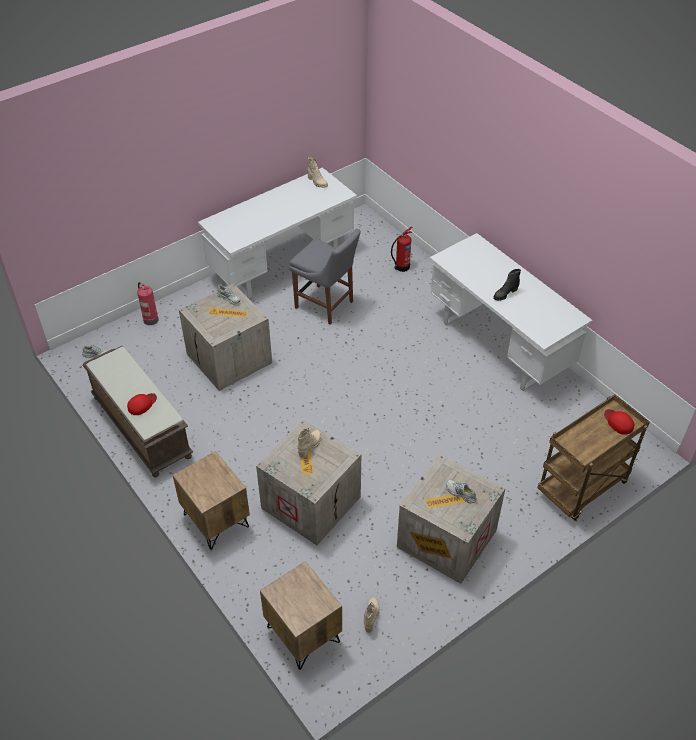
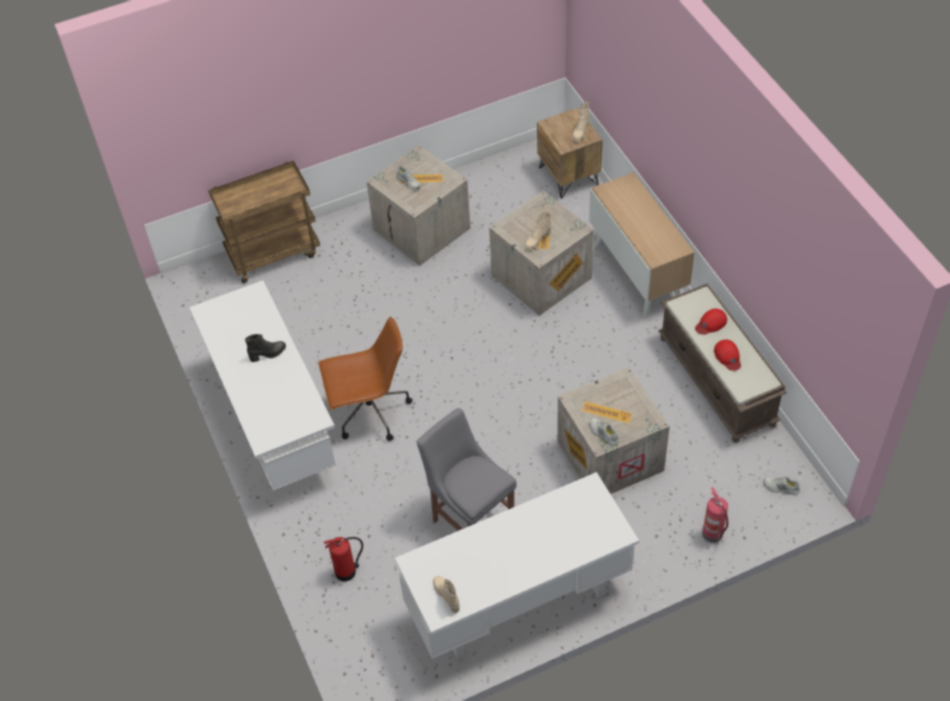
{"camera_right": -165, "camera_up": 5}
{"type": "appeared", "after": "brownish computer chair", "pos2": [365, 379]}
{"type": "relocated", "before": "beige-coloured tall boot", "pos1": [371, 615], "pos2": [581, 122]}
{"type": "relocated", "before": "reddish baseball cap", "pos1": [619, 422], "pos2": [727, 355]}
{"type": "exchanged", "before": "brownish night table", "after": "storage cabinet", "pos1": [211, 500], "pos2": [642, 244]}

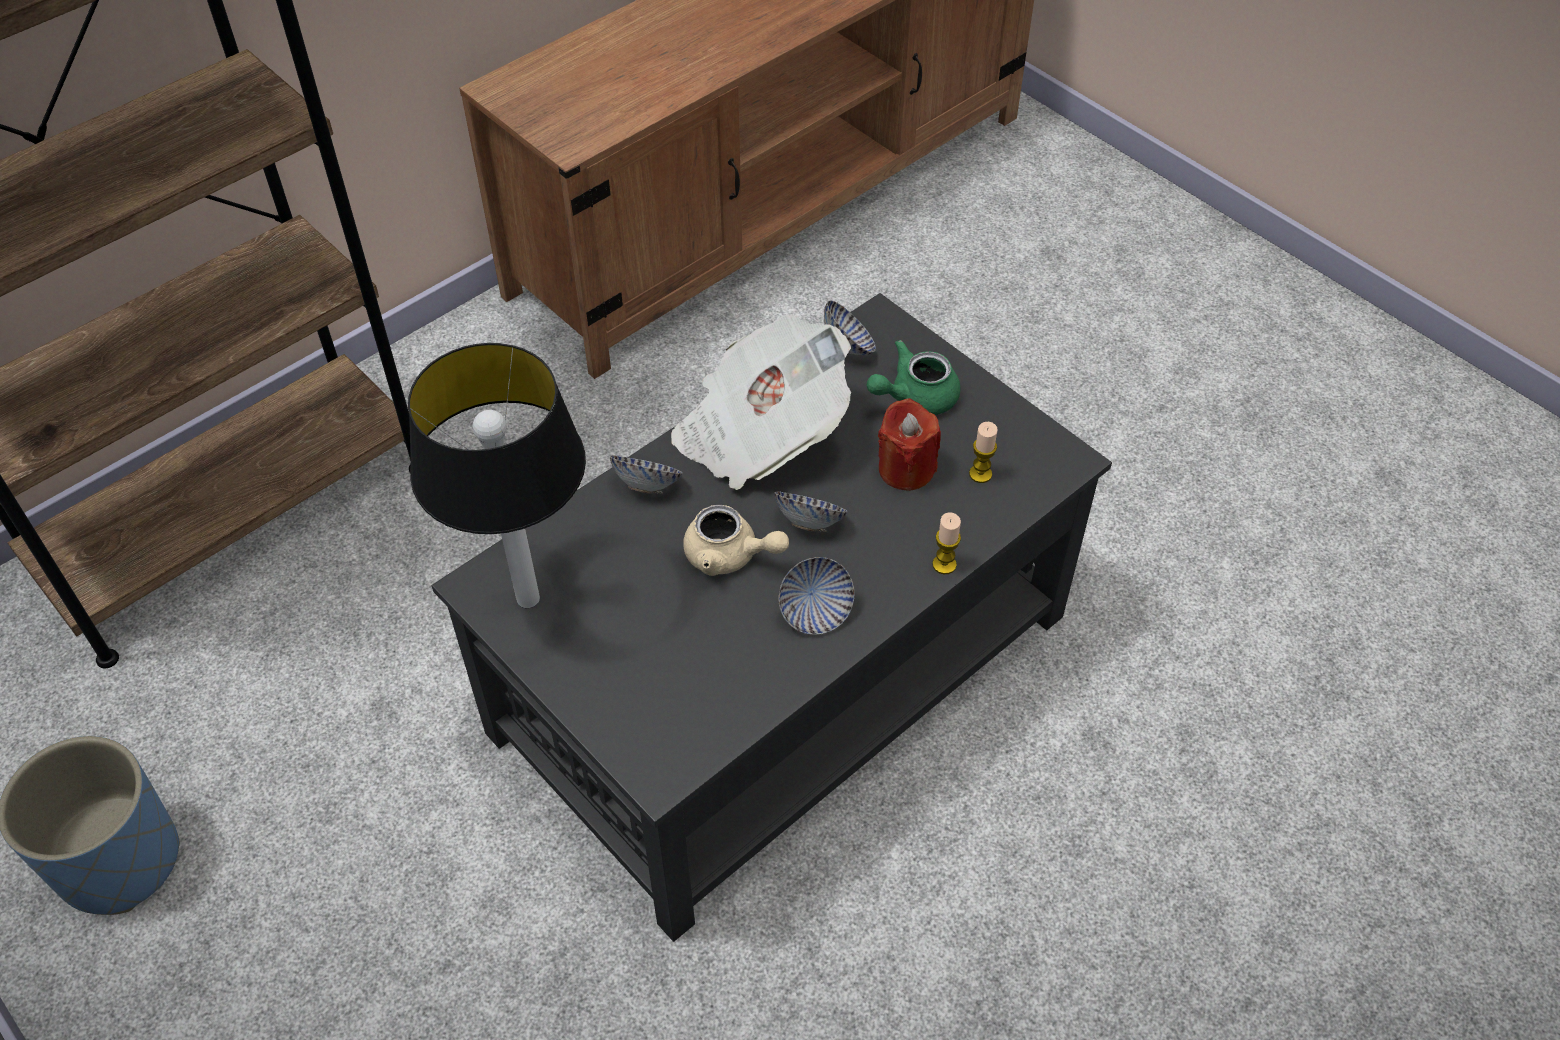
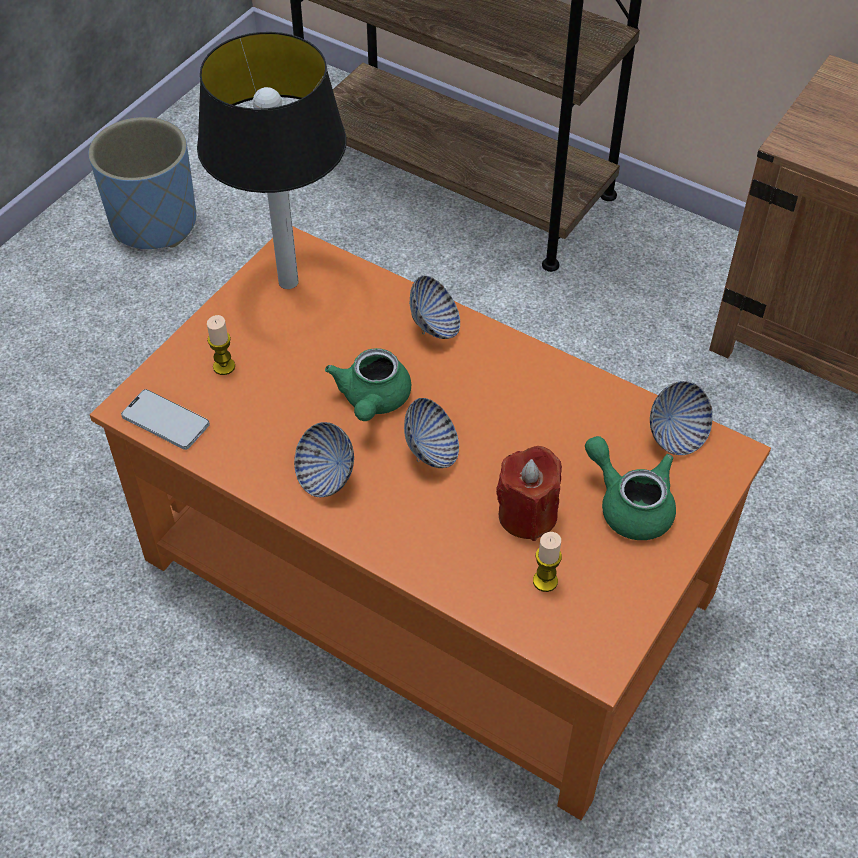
{"camera_right": 75, "camera_up": 0}
{"type": "missing", "before": "daily paper", "pos1": [761, 402]}
{"type": "appeared", "after": "telephone", "pos2": [165, 419]}
{"type": "relocated", "before": "wax candle", "pos1": [946, 543], "pos2": [221, 345]}
{"type": "colour", "before": "black-coloured coffee table", "after": "orange-coloured coffee table", "pos1": [771, 617], "pos2": [430, 523]}
{"type": "colour", "before": "beige-coloured pot for tea", "after": "greenish pot for tea", "pos1": [736, 540], "pos2": [368, 384]}

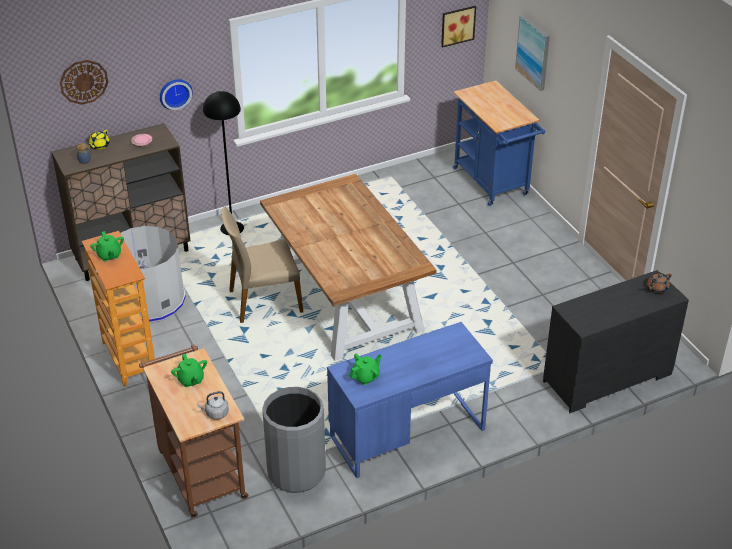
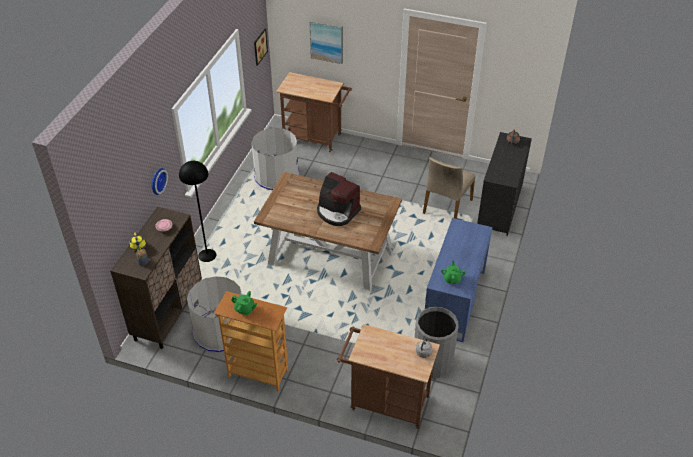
{"camera_right": -45, "camera_up": 5}
{"type": "missing", "before": "clock on the wall", "pos1": [84, 82]}
{"type": "missing", "before": "greenish pot for tea", "pos1": [189, 370]}
{"type": "appeared", "after": "greyish trash can", "pos2": [275, 159]}
{"type": "appeared", "after": "coffee brewer", "pos2": [339, 199]}
{"type": "relocated", "before": "beige-coloured chair", "pos1": [262, 265], "pos2": [449, 188]}
{"type": "colour", "before": "blue-coloured cart", "after": "brownish cart", "pos1": [499, 143], "pos2": [314, 112]}

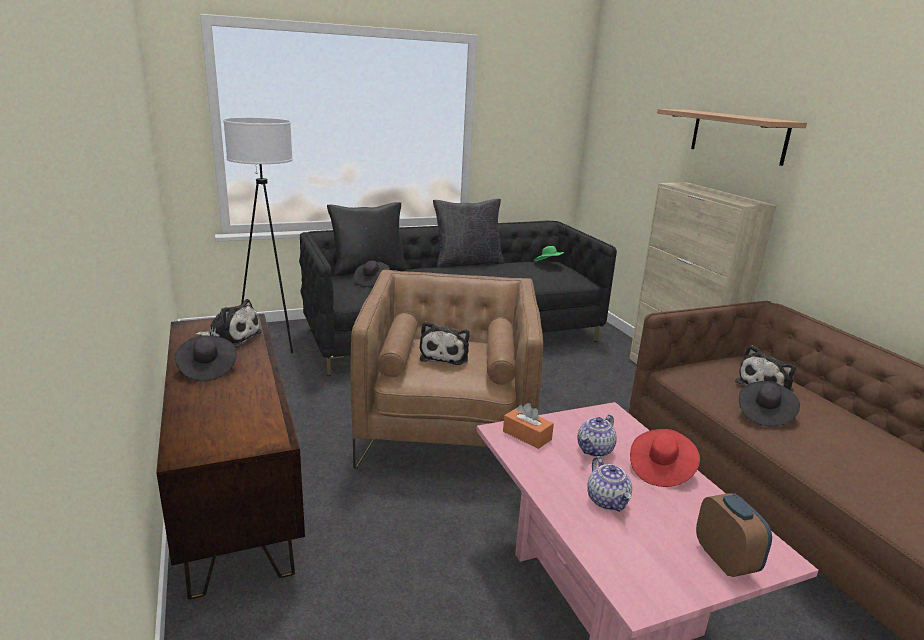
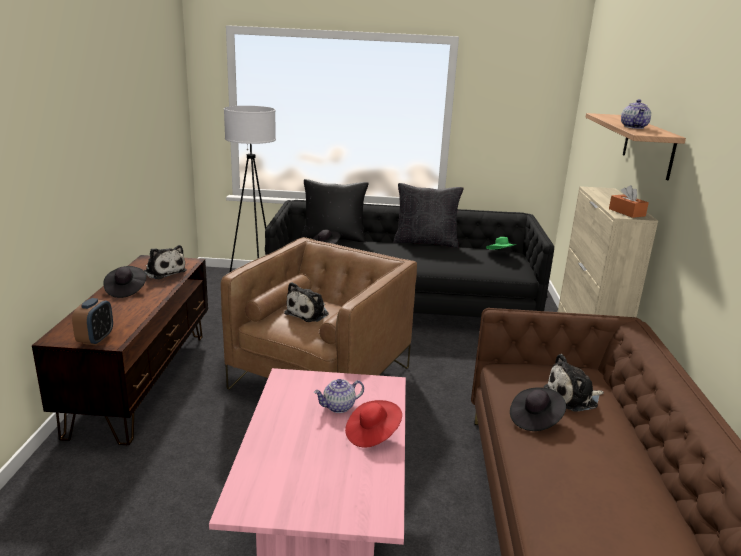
{"camera_right": 25, "camera_up": 0}
{"type": "relocated", "before": "orange-coloured tissue box", "pos1": [528, 426], "pos2": [629, 201]}
{"type": "relocated", "before": "pot for tea", "pos1": [609, 484], "pos2": [636, 114]}
{"type": "relocated", "before": "table clock", "pos1": [734, 535], "pos2": [92, 322]}

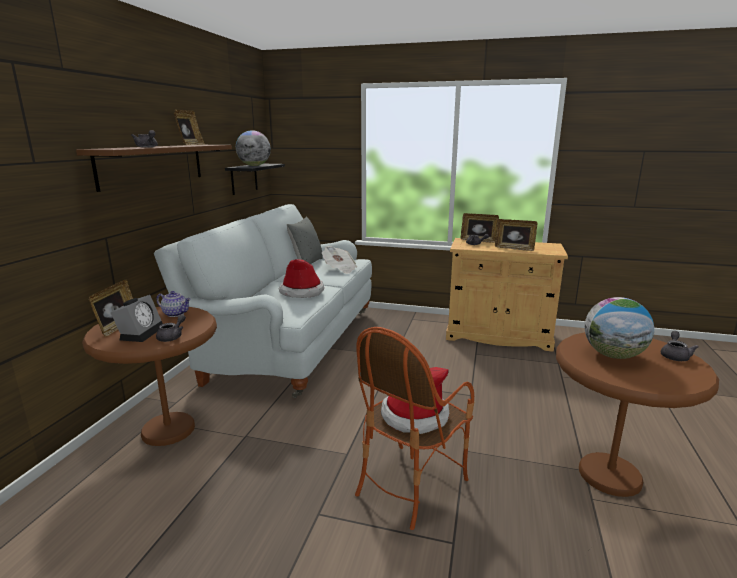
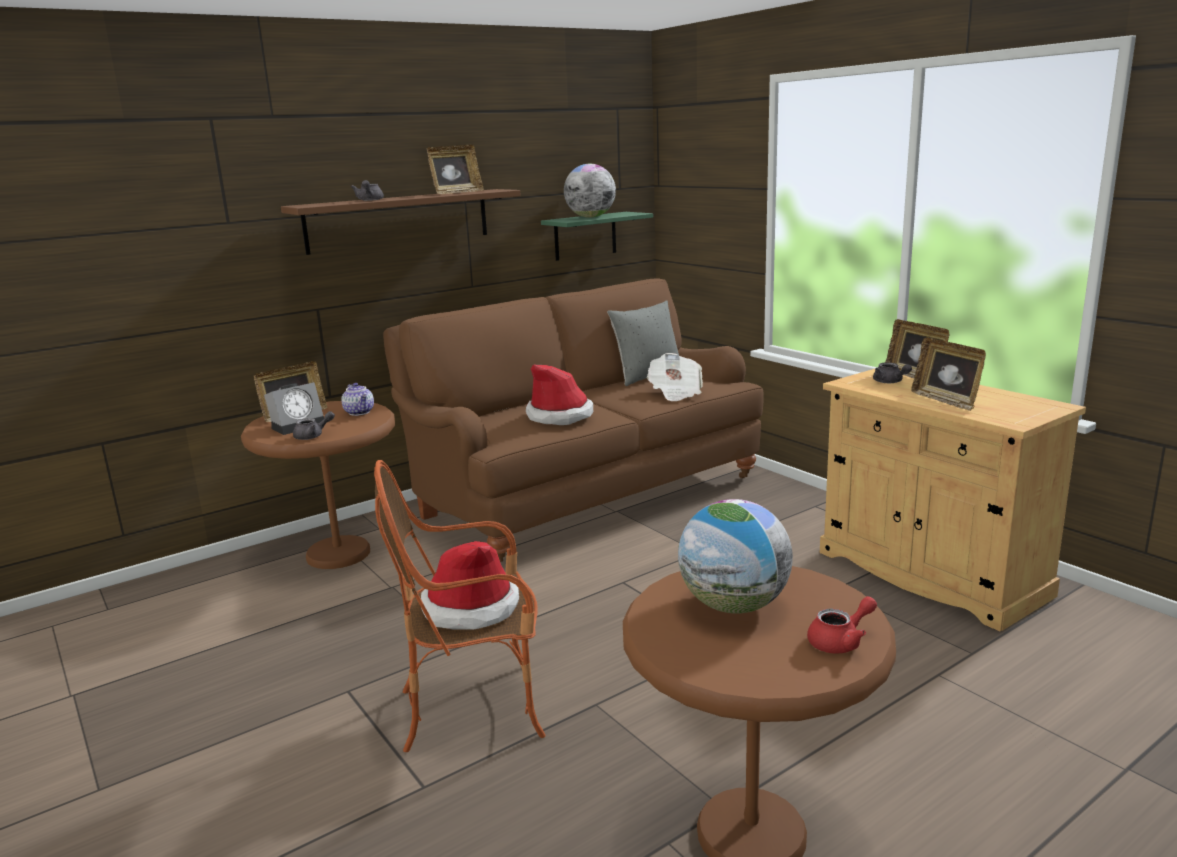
{"camera_right": 40, "camera_up": 0}
{"type": "colour", "before": "white-coloured sofa", "after": "brownish sofa", "pos1": [263, 301], "pos2": [573, 420]}
{"type": "colour", "before": "black-coloured shelf", "after": "greenish shelf", "pos1": [255, 179], "pos2": [597, 236]}
{"type": "colour", "before": "greyish pot for tea", "after": "reddish pot for tea", "pos1": [680, 346], "pos2": [842, 625]}

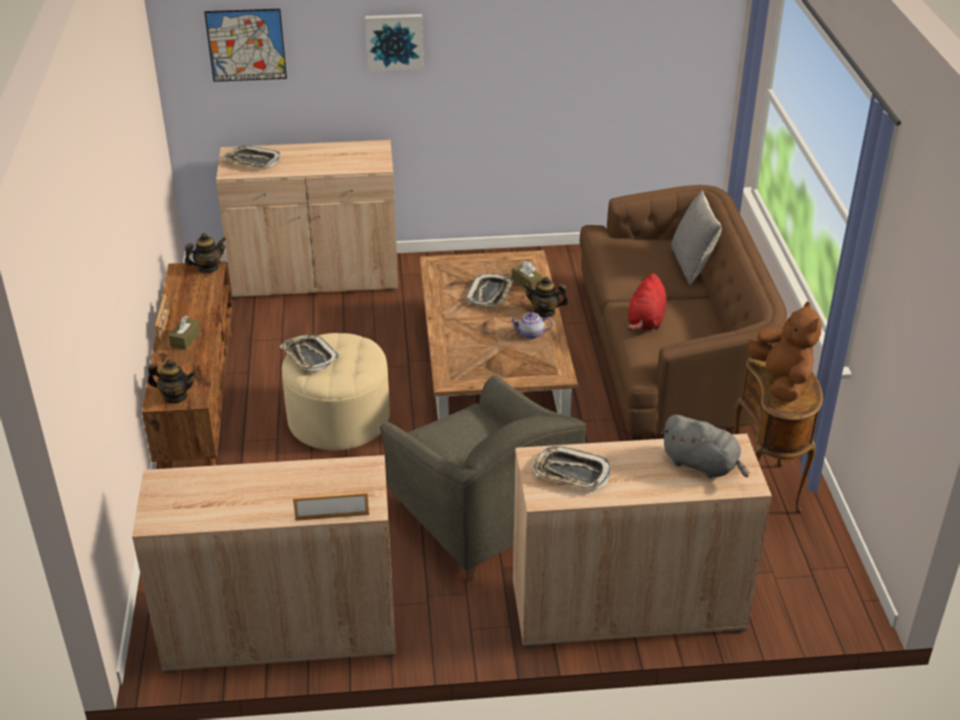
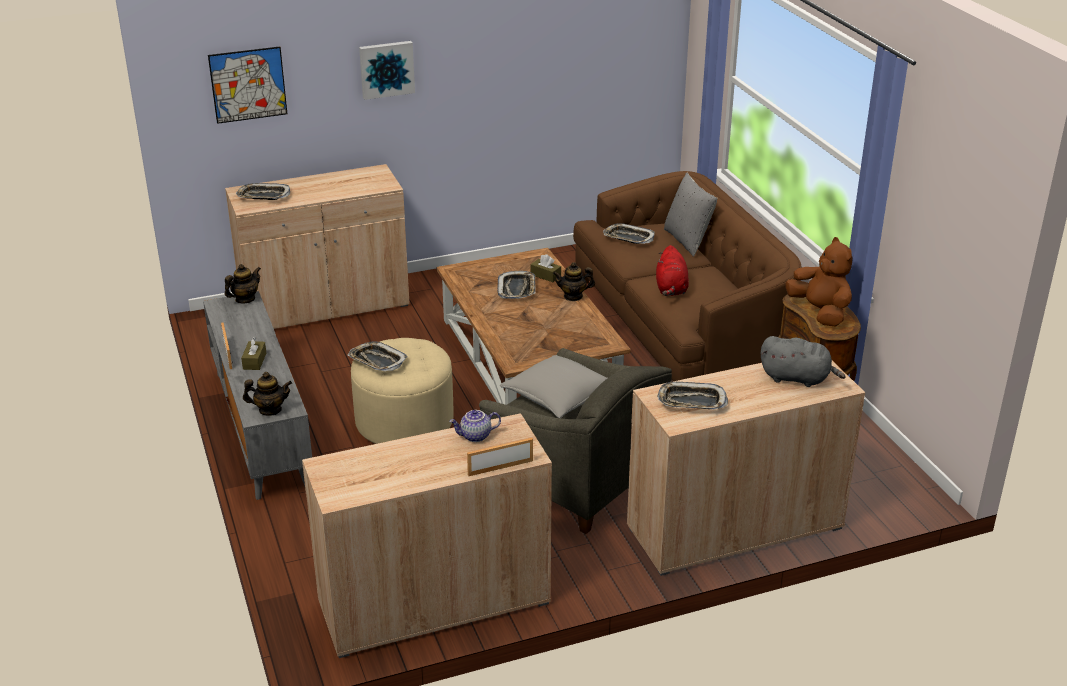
{"camera_right": -15, "camera_up": -5}
{"type": "appeared", "after": "greyish pillow", "pos2": [553, 386]}
{"type": "appeared", "after": "carrying tray", "pos2": [629, 233]}
{"type": "relocated", "before": "pot for tea", "pos1": [531, 325], "pos2": [475, 426]}
{"type": "colour", "before": "brownish media console", "after": "greyish media console", "pos1": [187, 365], "pos2": [257, 395]}

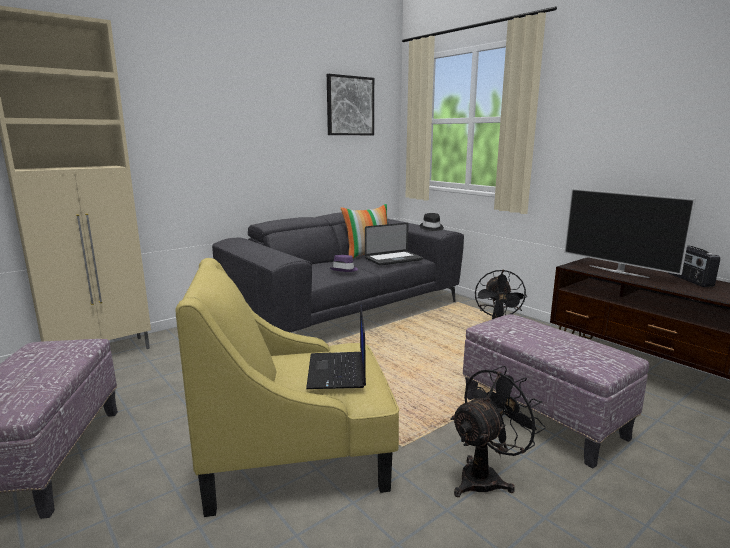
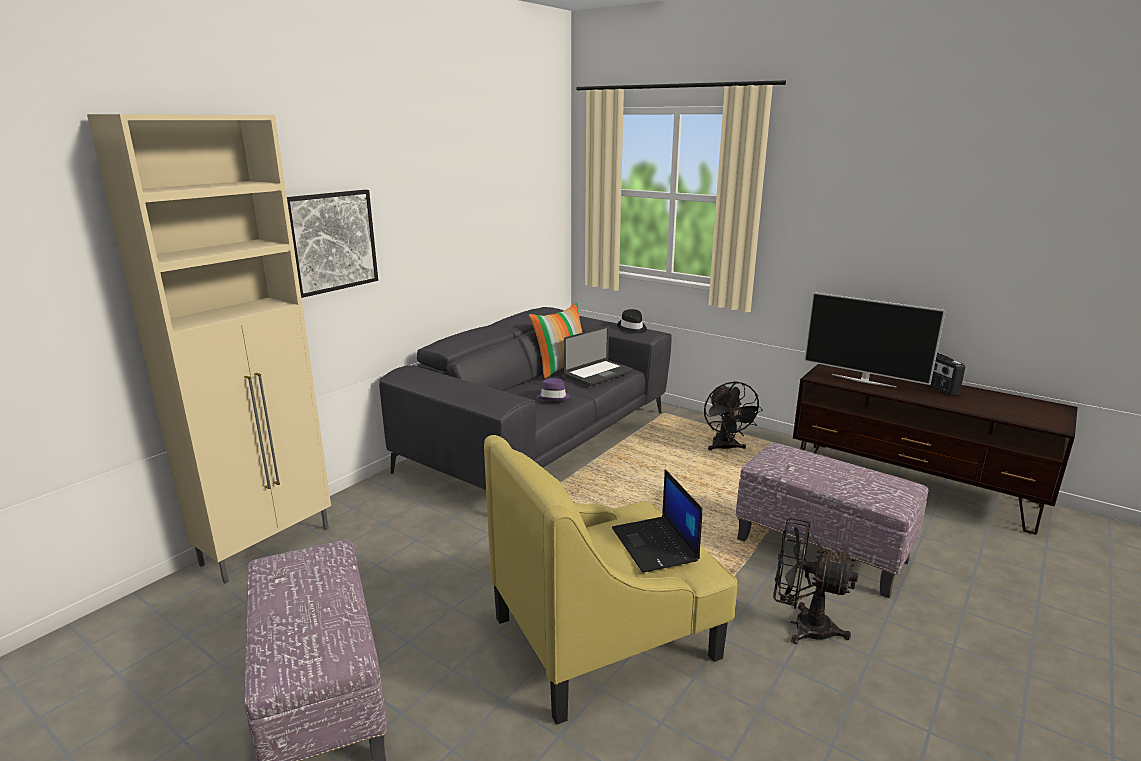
{"camera_right": -15, "camera_up": 5}
{"type": "relocated", "before": "wall picture", "pos1": [350, 104], "pos2": [332, 244]}
{"type": "spun", "before": "black-coloured electric fan", "pos1": [498, 431], "pos2": [815, 581], "turn": -105}

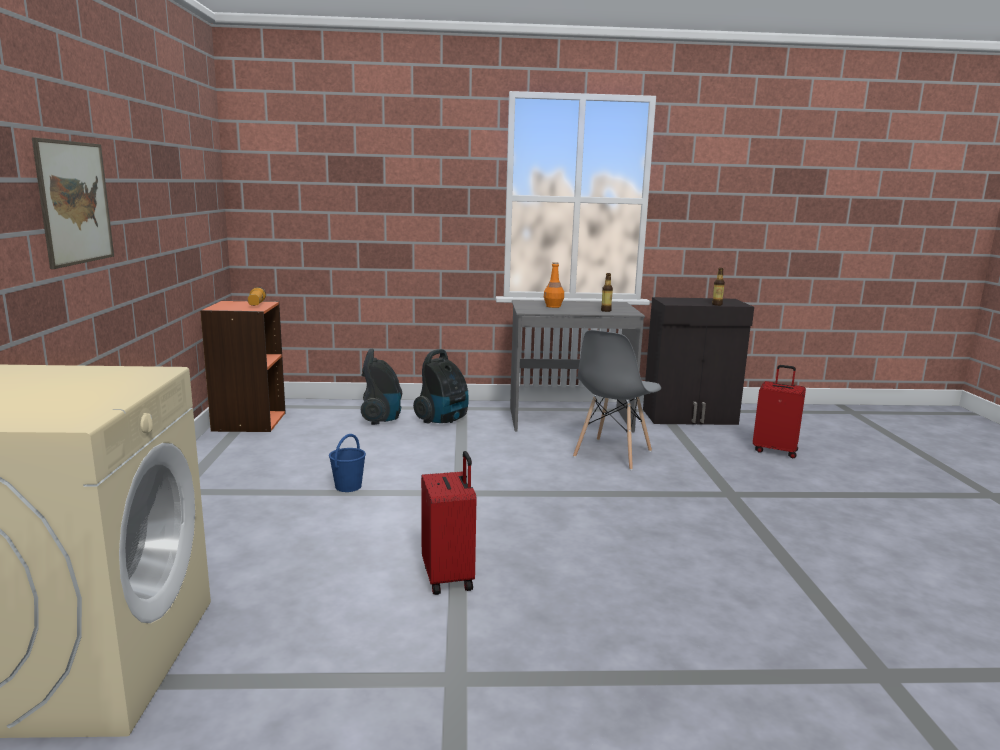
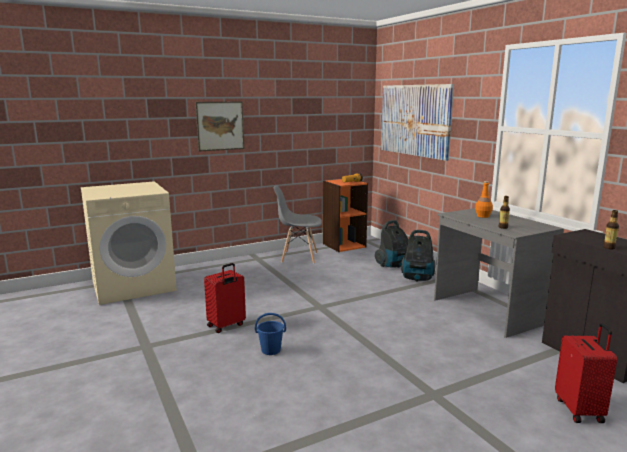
{"camera_right": 65, "camera_up": 0}
{"type": "appeared", "after": "wall picture", "pos2": [417, 122]}
{"type": "relocated", "before": "blue-coloured bucket", "pos1": [347, 463], "pos2": [270, 334]}
{"type": "relocated", "before": "greyish chair", "pos1": [617, 400], "pos2": [298, 224]}

